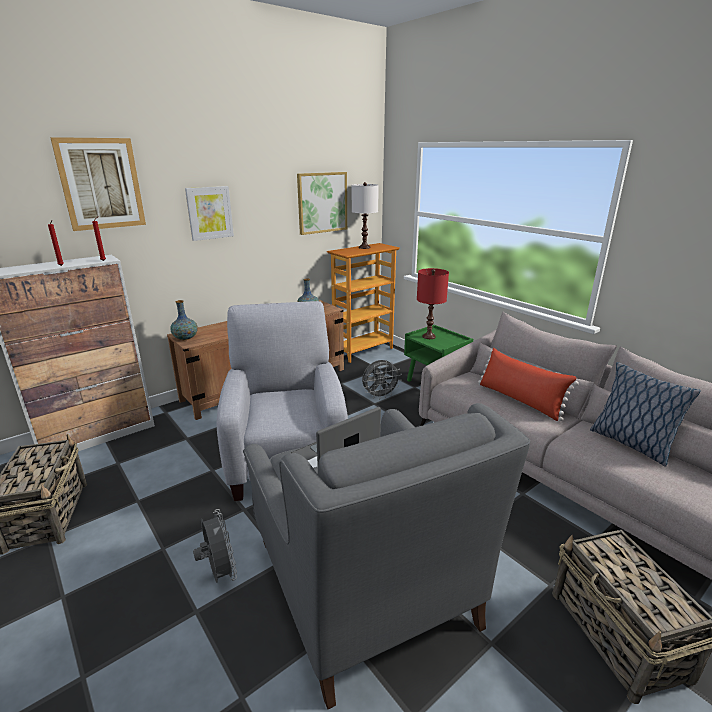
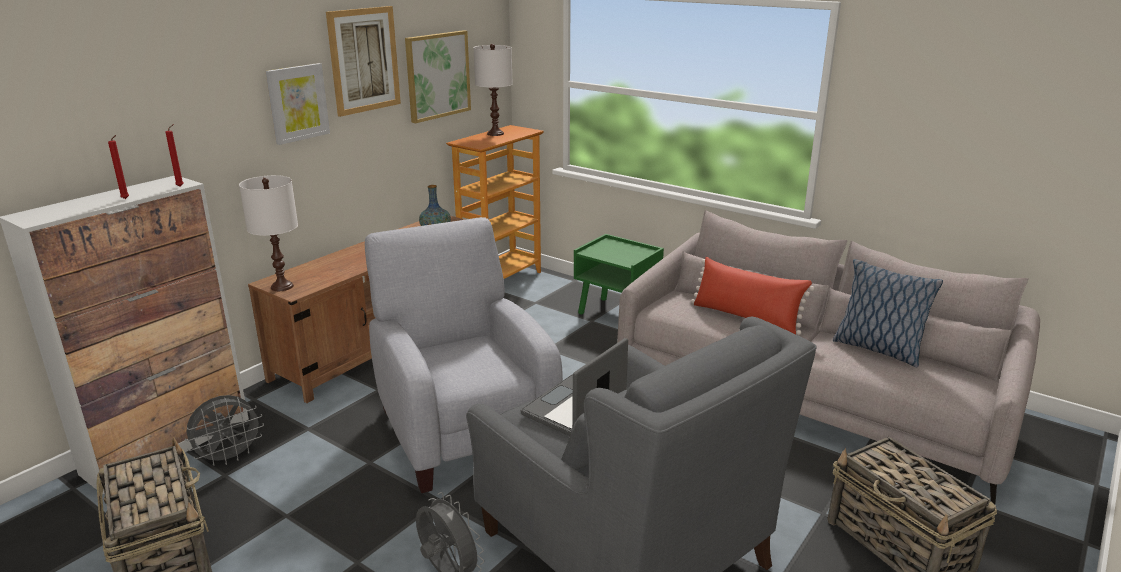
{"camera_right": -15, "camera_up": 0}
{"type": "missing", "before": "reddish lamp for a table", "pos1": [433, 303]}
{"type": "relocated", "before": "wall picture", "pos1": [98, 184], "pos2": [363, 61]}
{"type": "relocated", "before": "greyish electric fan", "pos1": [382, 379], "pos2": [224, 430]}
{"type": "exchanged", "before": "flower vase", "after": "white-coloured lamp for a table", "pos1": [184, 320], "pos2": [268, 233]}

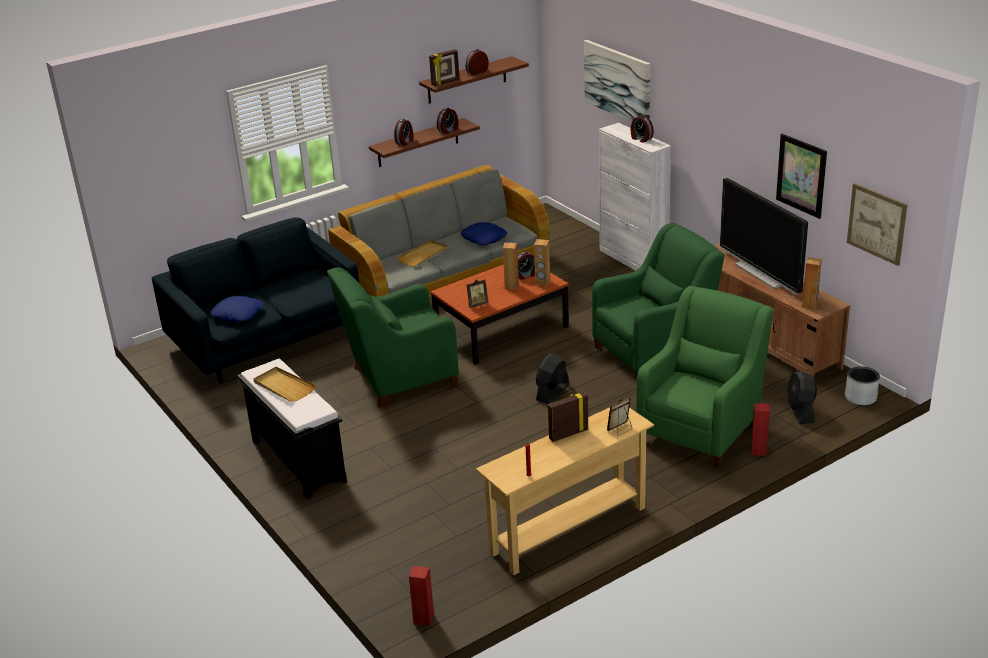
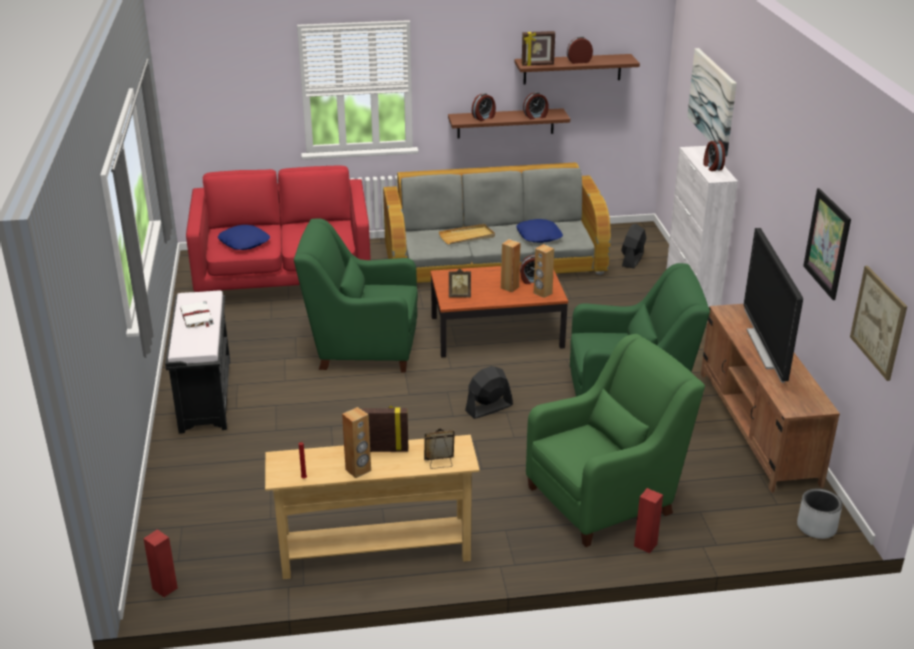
{"camera_right": 25, "camera_up": 0}
{"type": "relocated", "before": "black-coloured electric fan", "pos1": [802, 397], "pos2": [633, 246]}
{"type": "relocated", "before": "brownish audio speaker", "pos1": [812, 283], "pos2": [356, 442]}
{"type": "exchanged", "before": "beige-coloured carrying tray", "after": "white-coloured volume", "pos1": [285, 384], "pos2": [197, 314]}
{"type": "colour", "before": "blue-coloured sofa", "after": "reddish sofa", "pos1": [255, 300], "pos2": [278, 229]}

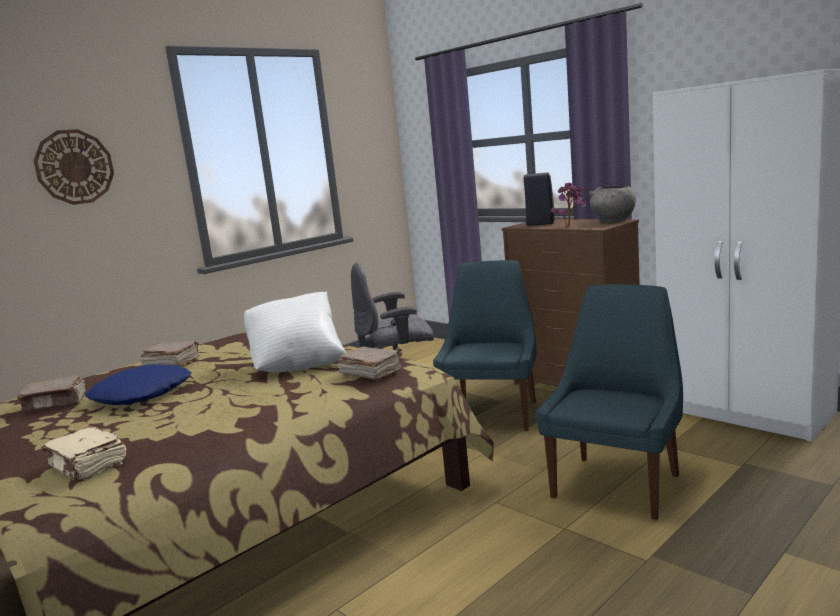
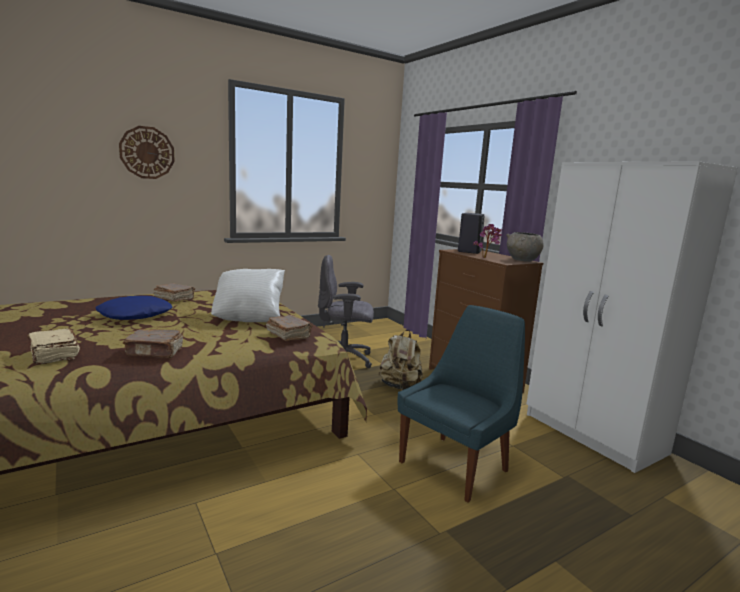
{"camera_right": 10, "camera_up": 0}
{"type": "relocated", "before": "brownish volume", "pos1": [51, 393], "pos2": [153, 343]}
{"type": "exchanged", "before": "blue-coloured chair", "after": "beige-coloured backpack", "pos1": [484, 345], "pos2": [401, 360]}

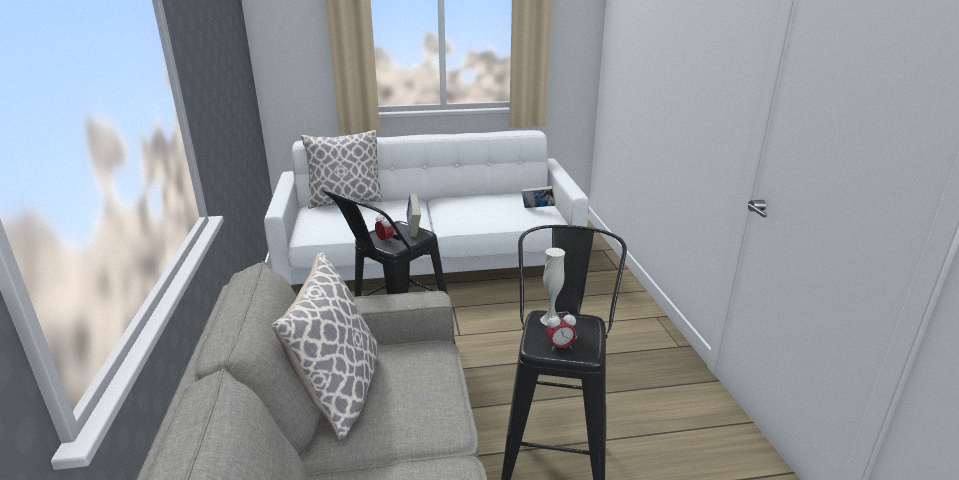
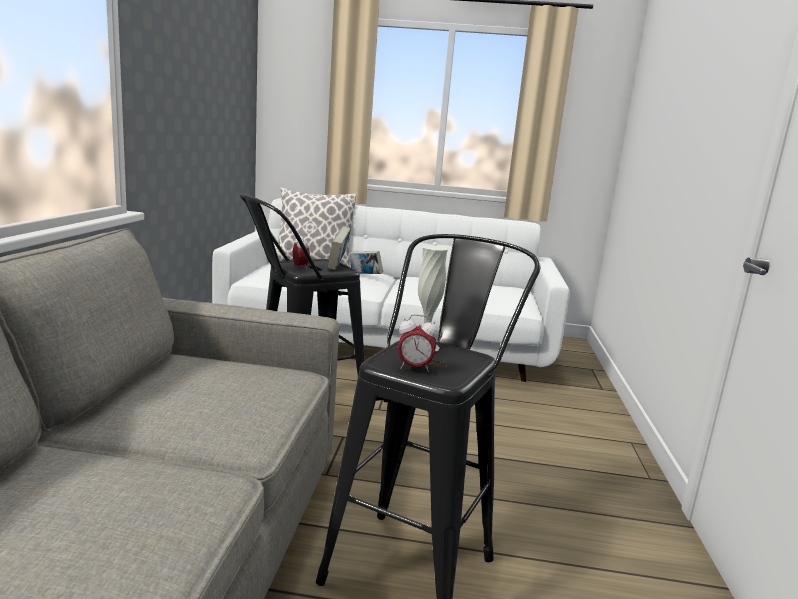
{"camera_right": 15, "camera_up": -10}
{"type": "missing", "before": "pillow", "pos1": [325, 346]}
{"type": "relocated", "before": "volume", "pos1": [538, 197], "pos2": [365, 262]}

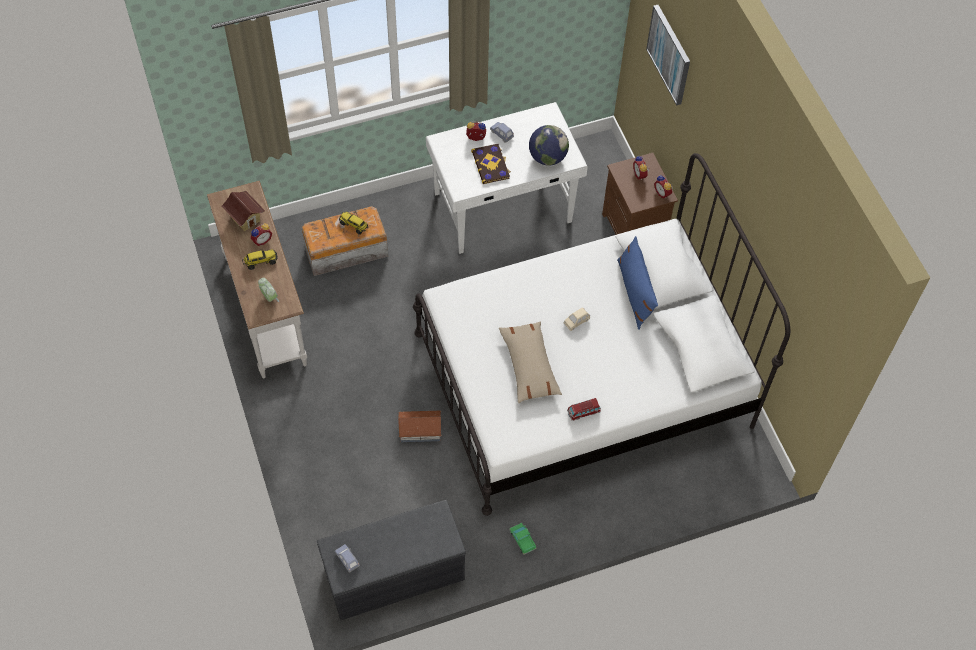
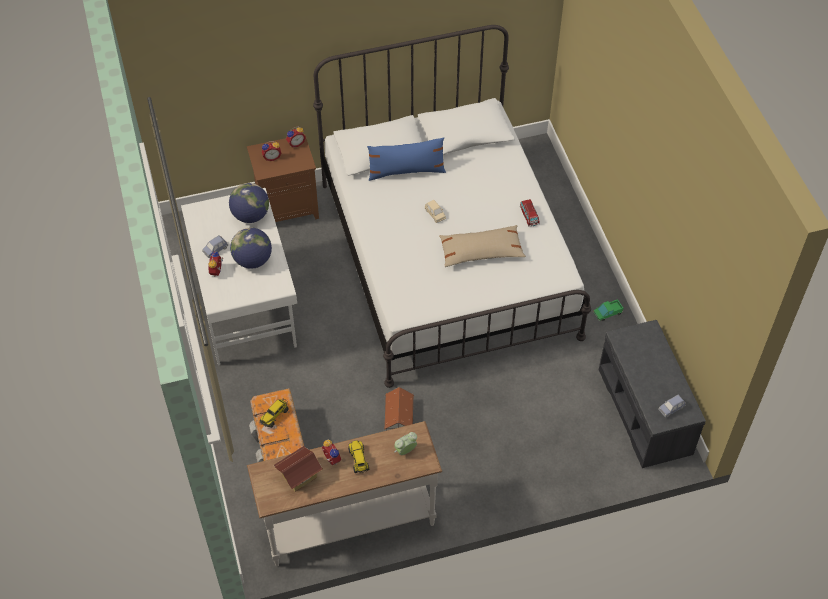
{"camera_right": -85, "camera_up": -5}
{"type": "missing", "before": "wall picture", "pos1": [668, 55]}
{"type": "relocated", "before": "model house", "pos1": [420, 426], "pos2": [399, 409]}
{"type": "exchanged", "before": "volume", "after": "globe", "pos1": [491, 164], "pos2": [251, 248]}

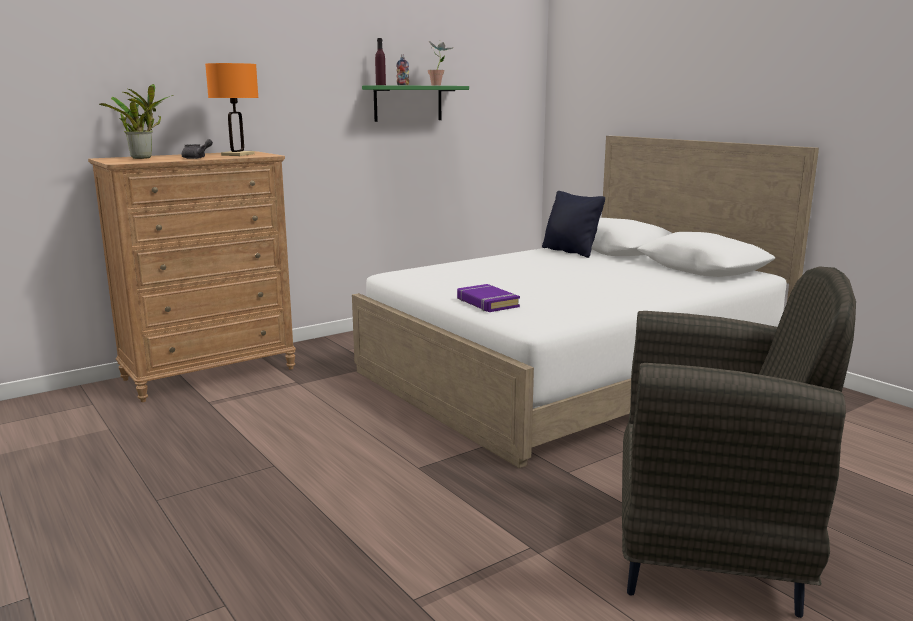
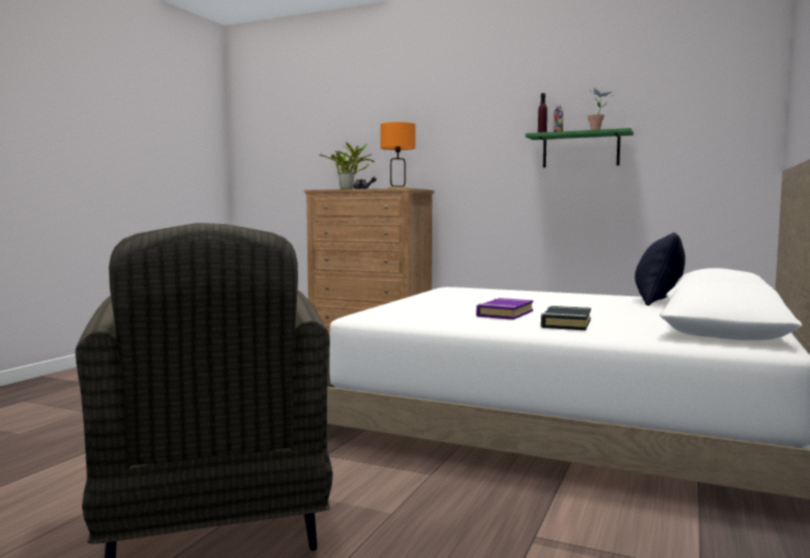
{"camera_right": 60, "camera_up": -10}
{"type": "appeared", "after": "black-coloured volume", "pos2": [566, 318]}
{"type": "relocated", "before": "purplish volume", "pos1": [488, 298], "pos2": [504, 309]}

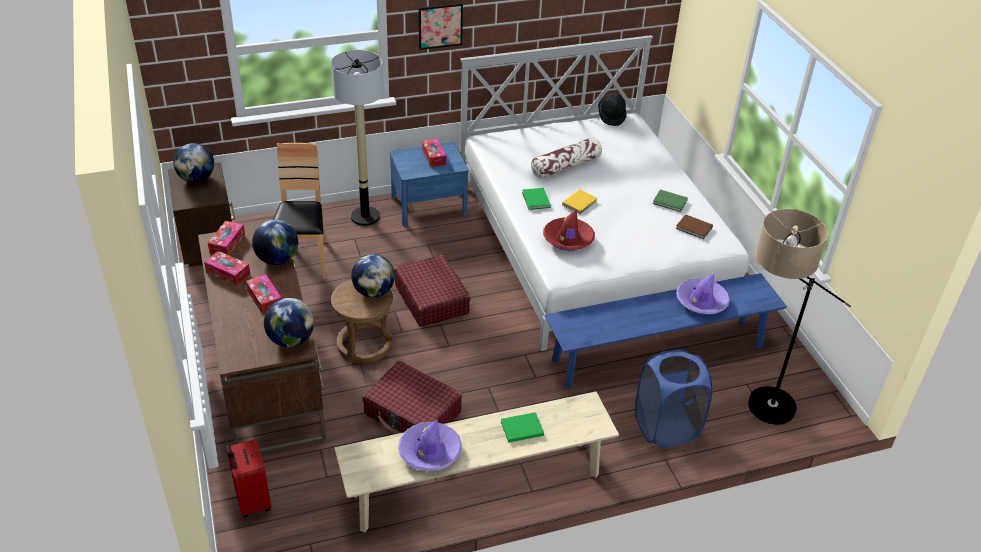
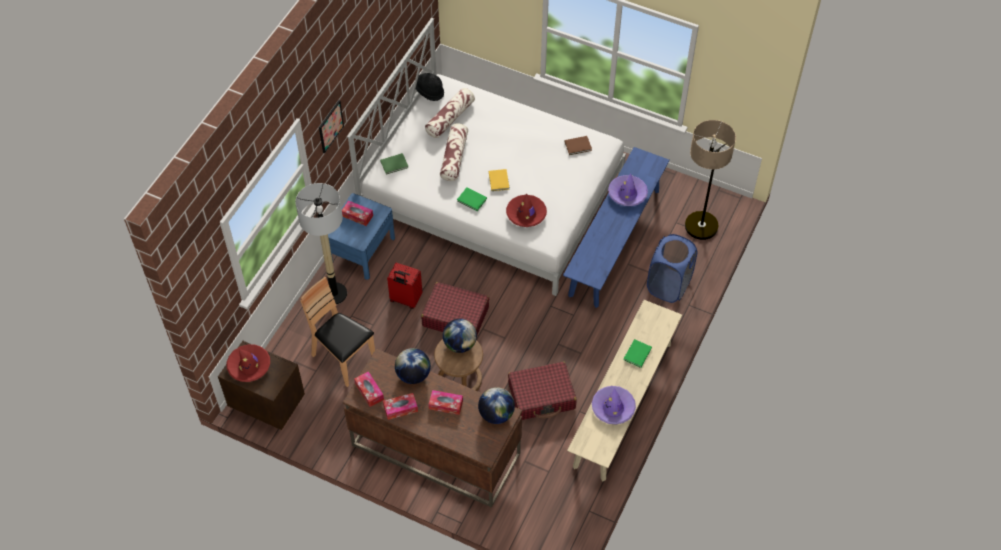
{"camera_right": -45, "camera_up": 15}
{"type": "appeared", "after": "pillow", "pos2": [450, 113]}
{"type": "relocated", "before": "reddish suitcase", "pos1": [248, 478], "pos2": [405, 286]}
{"type": "relocated", "before": "greenish volume", "pos1": [670, 200], "pos2": [394, 164]}
{"type": "exchanged", "before": "globe", "after": "reddish clothing hat", "pos1": [193, 163], "pos2": [248, 363]}

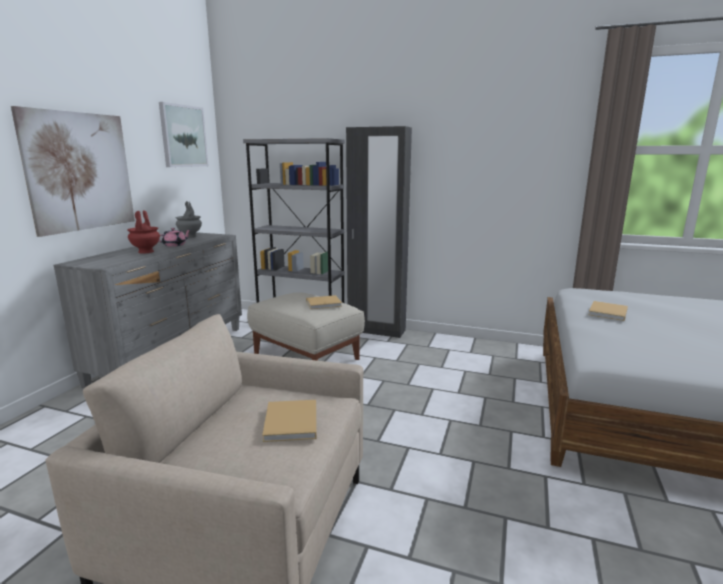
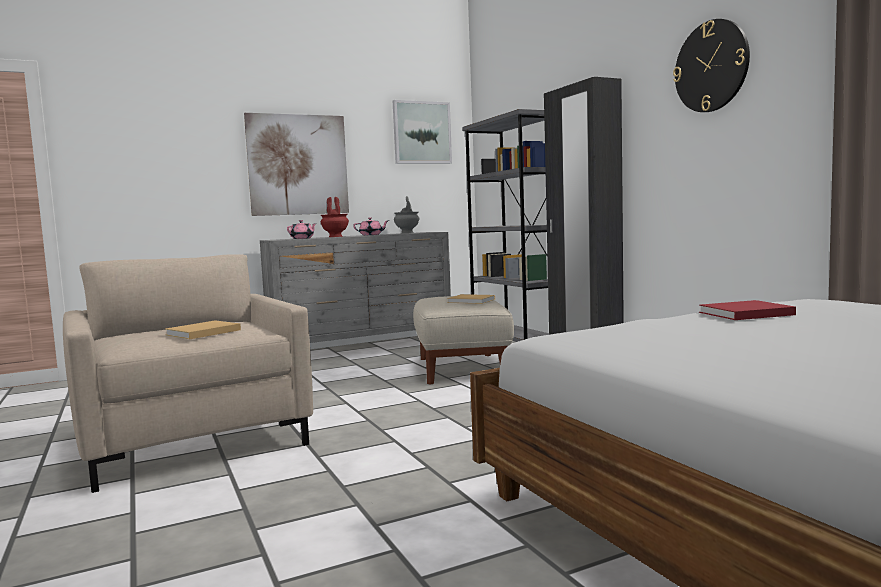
{"camera_right": 45, "camera_up": -10}
{"type": "appeared", "after": "pink-coloured pot for tea", "pos2": [302, 229]}
{"type": "appeared", "after": "clock on the wall", "pos2": [711, 65]}
{"type": "colour", "before": "beige-coloured volume", "after": "reddish volume", "pos1": [608, 311], "pos2": [747, 310]}

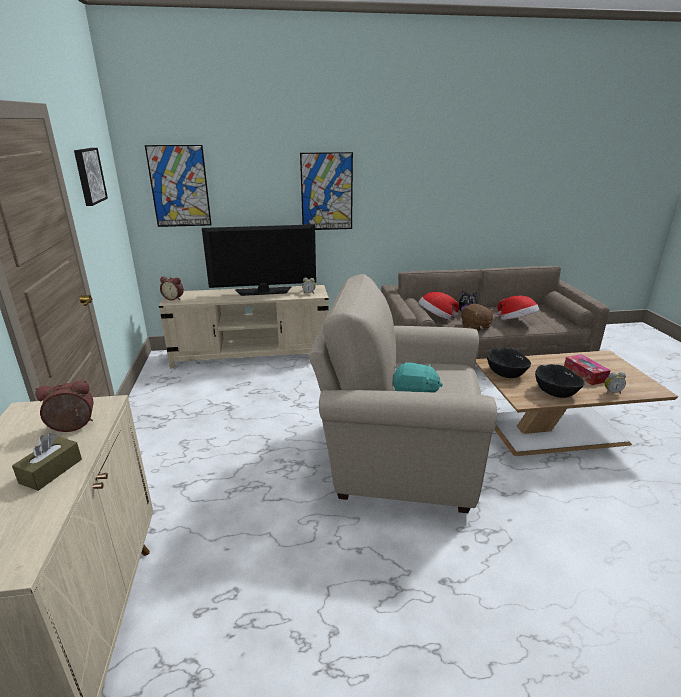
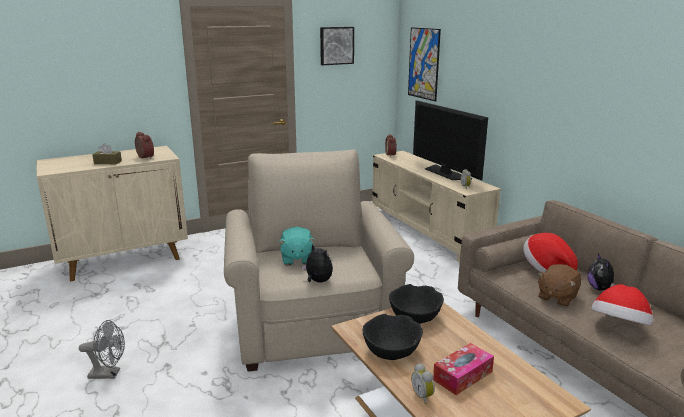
{"camera_right": 70, "camera_up": -5}
{"type": "missing", "before": "wall picture", "pos1": [326, 191]}
{"type": "appeared", "after": "greyish electric fan", "pos2": [102, 349]}
{"type": "appeared", "after": "plush toy", "pos2": [317, 263]}

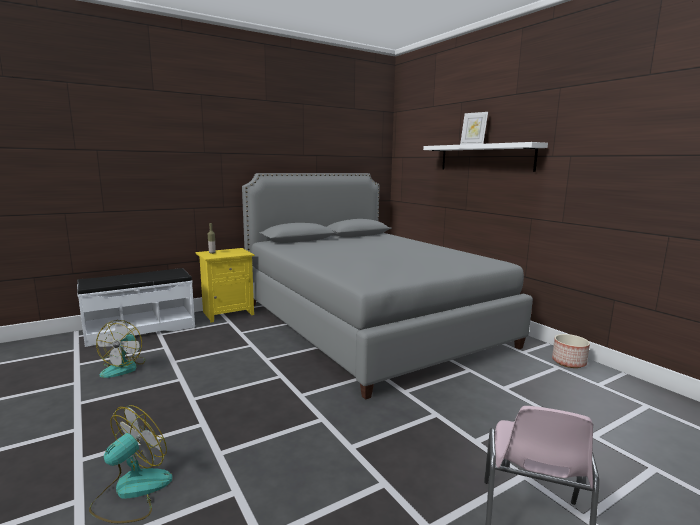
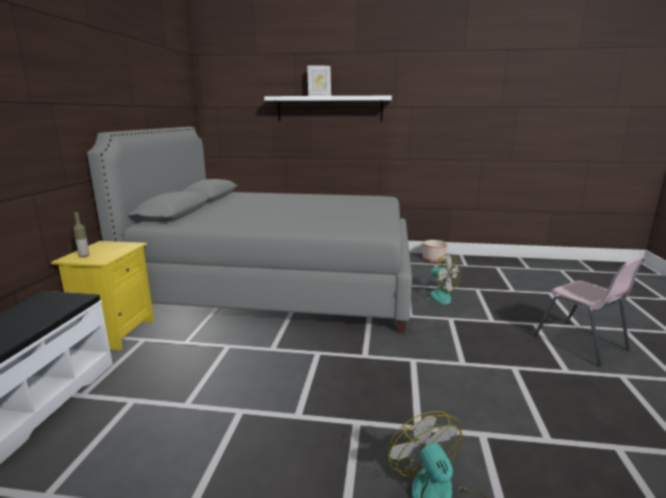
{"camera_right": -50, "camera_up": 5}
{"type": "relocated", "before": "electric fan", "pos1": [120, 349], "pos2": [437, 279]}

